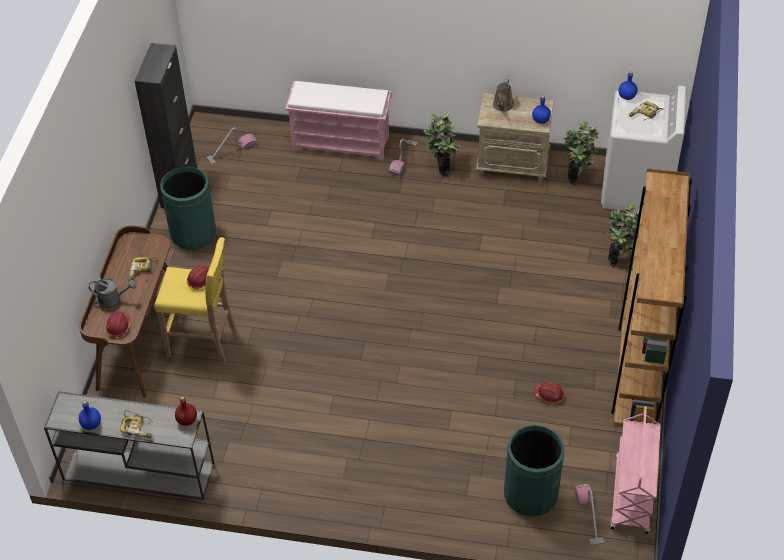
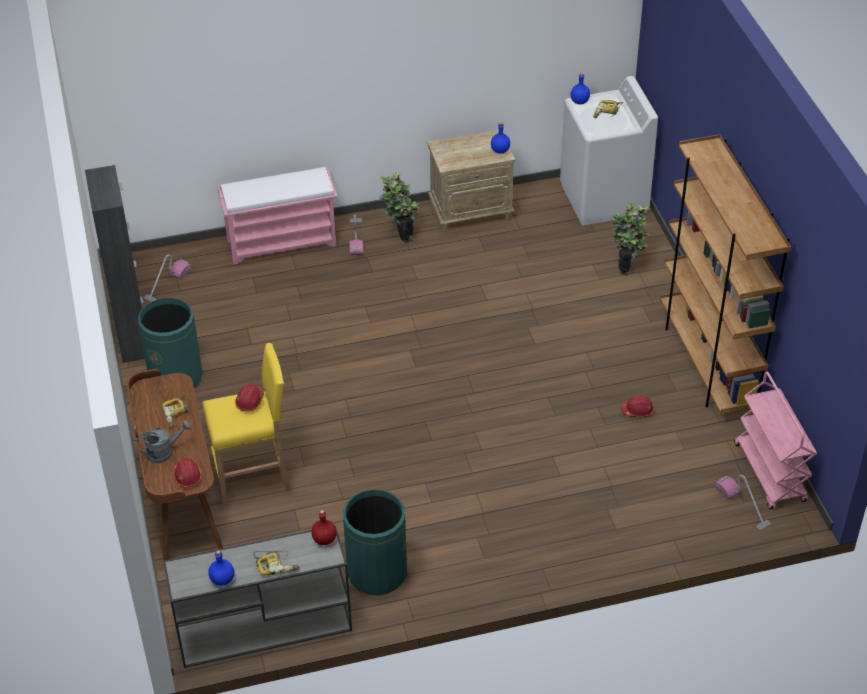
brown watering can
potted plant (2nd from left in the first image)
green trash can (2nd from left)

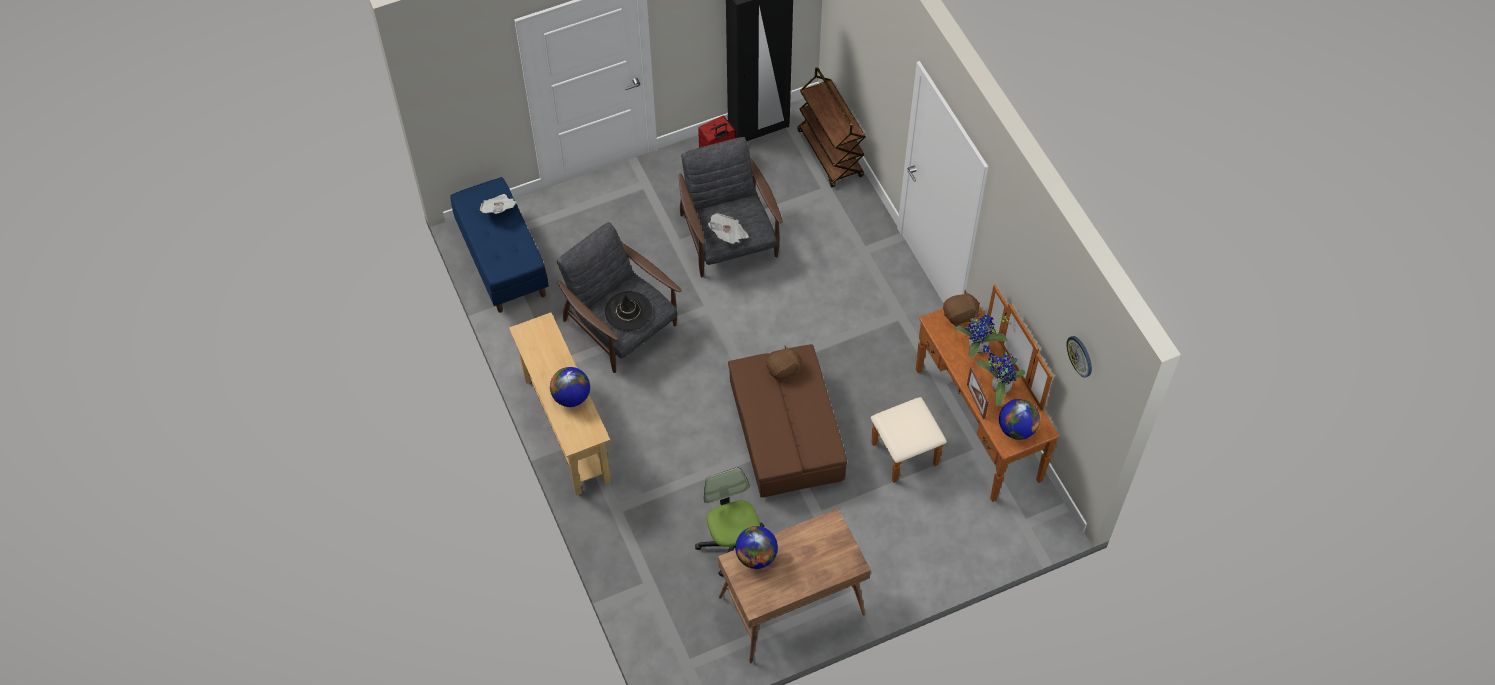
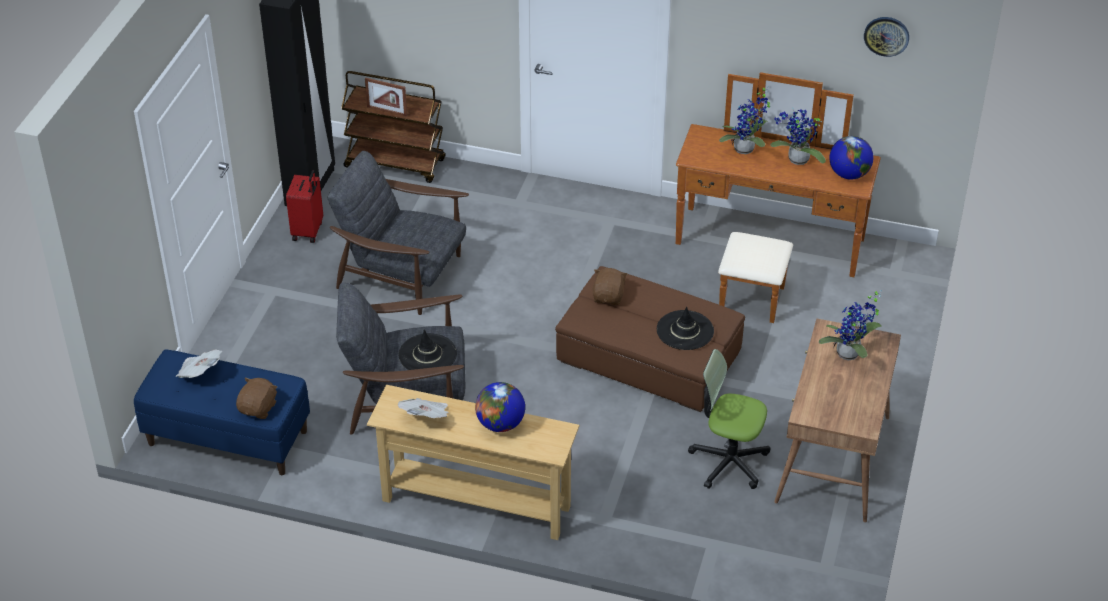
globe (2nd from left in the first image)
black hat (2nd from left)
potted plant (3rd from left)
newspaper (2nd from left)
brown plush toy (1st from left)
picture frame

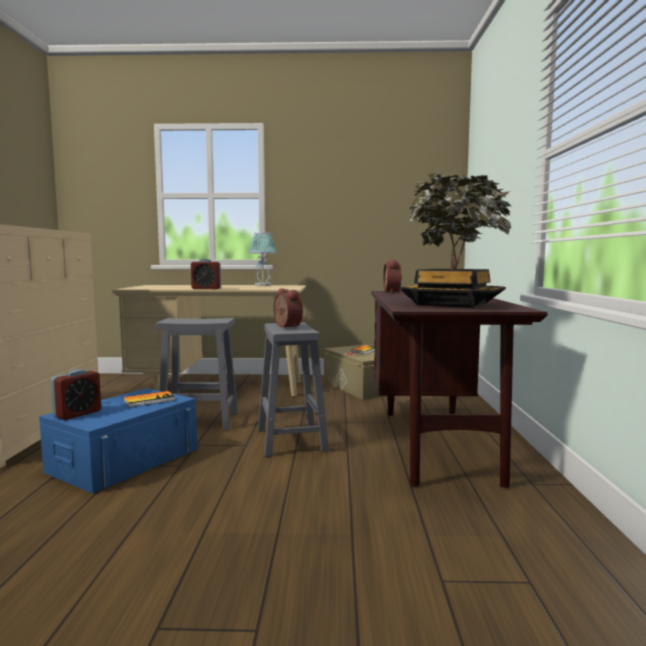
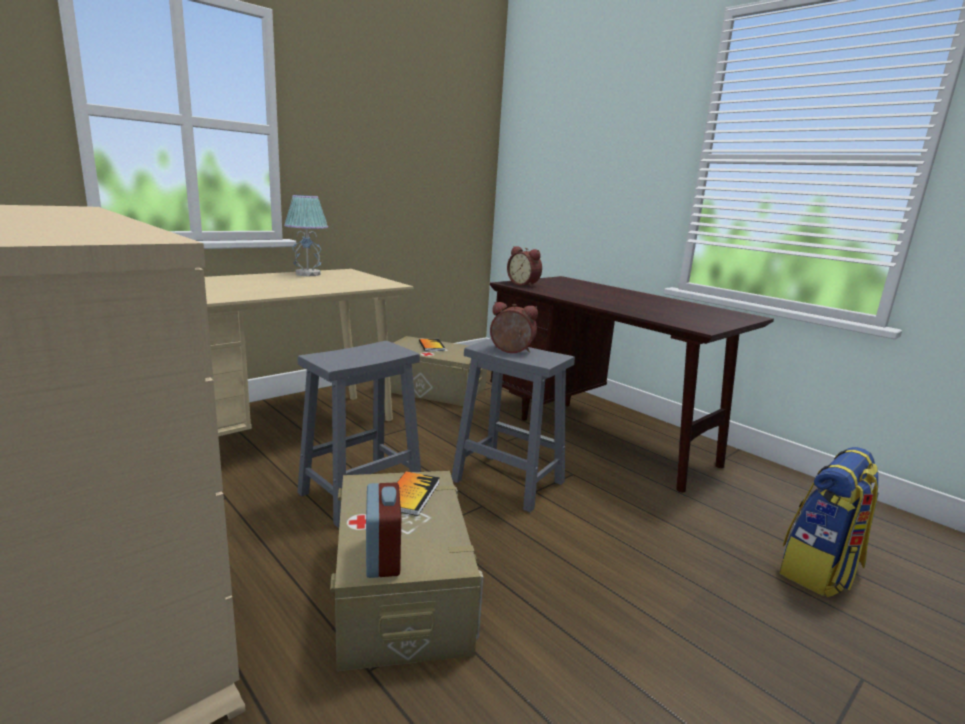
alarm clock (2nd from left in the first image)
potted plant
backpack
beige storage box (1st from left)

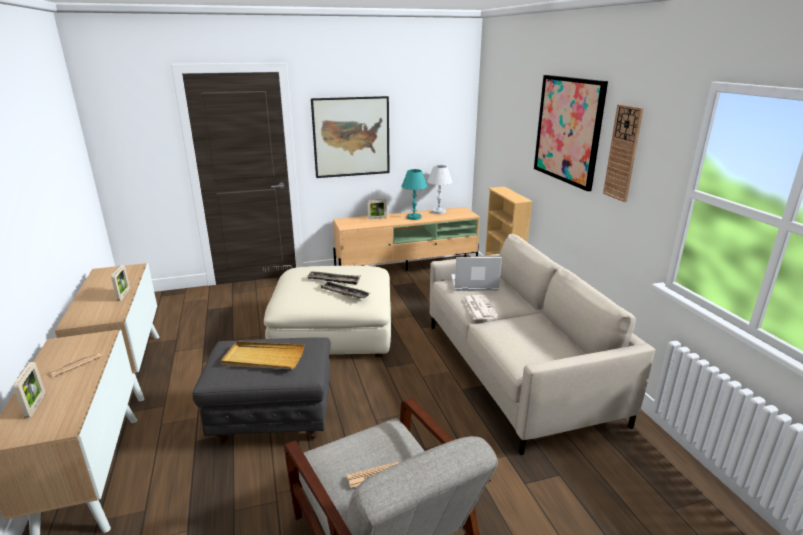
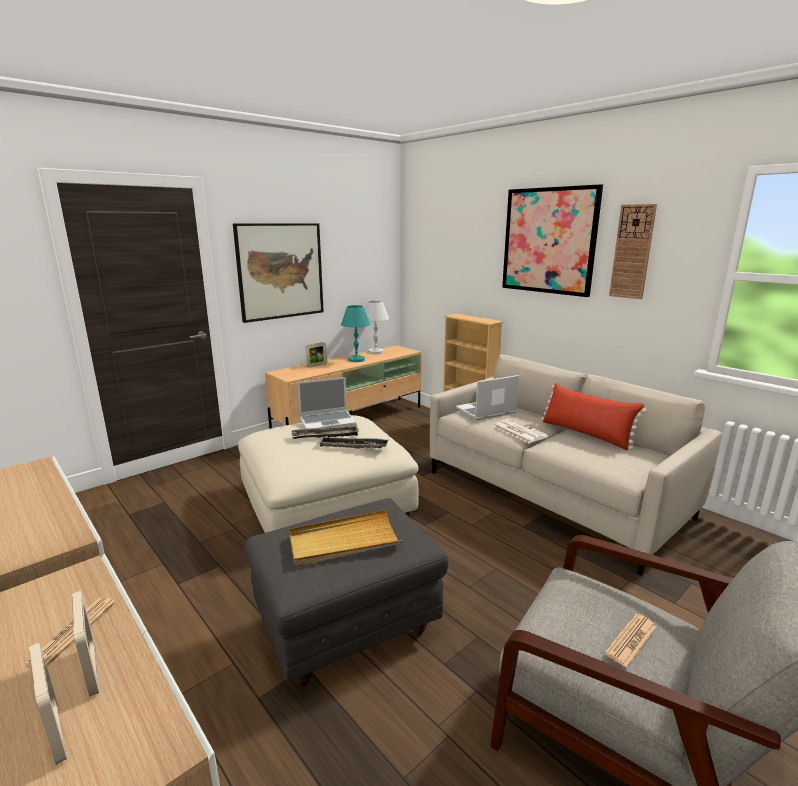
laptop (1st from left)
red pillow
picture frame (2nd from left)

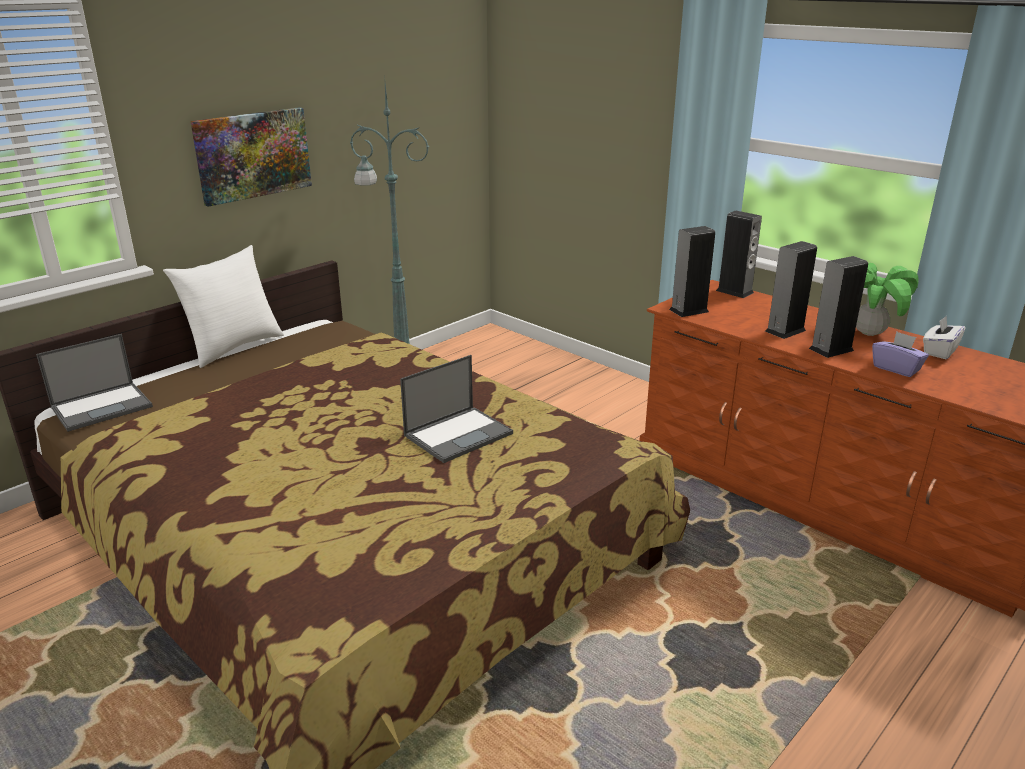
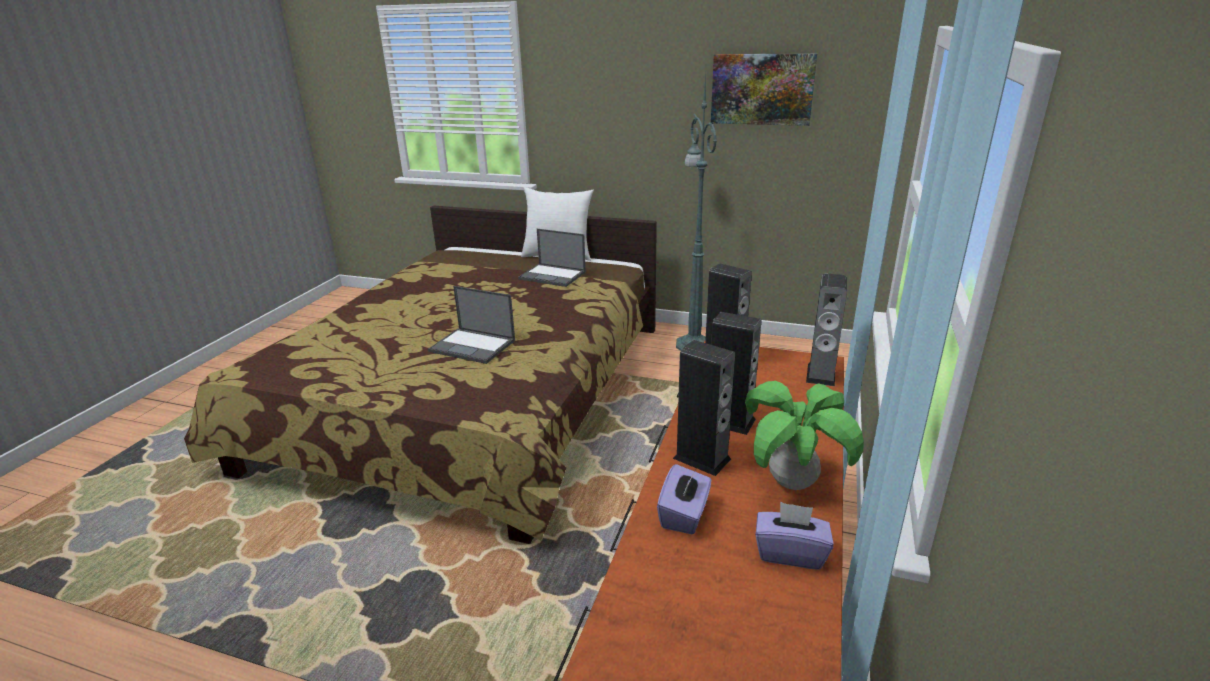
laptop (2nd from left)
picture
purple tissue box (2nd from left)

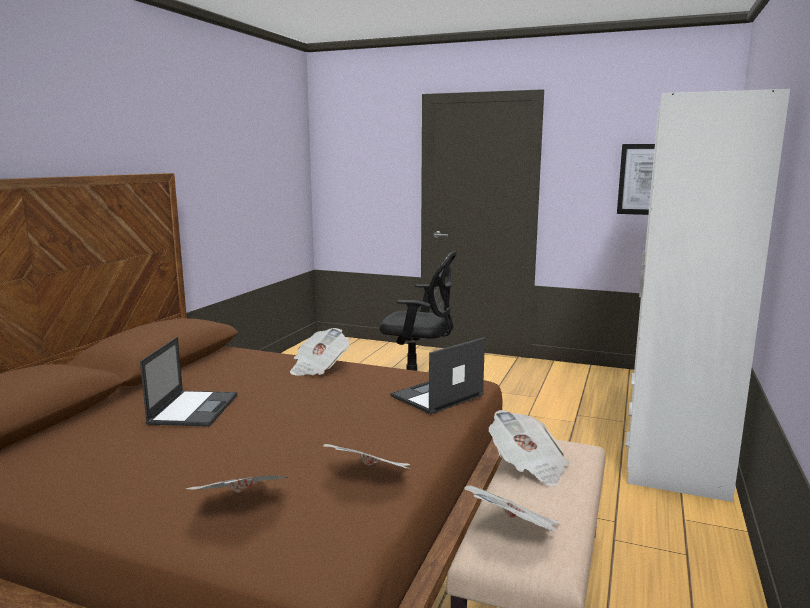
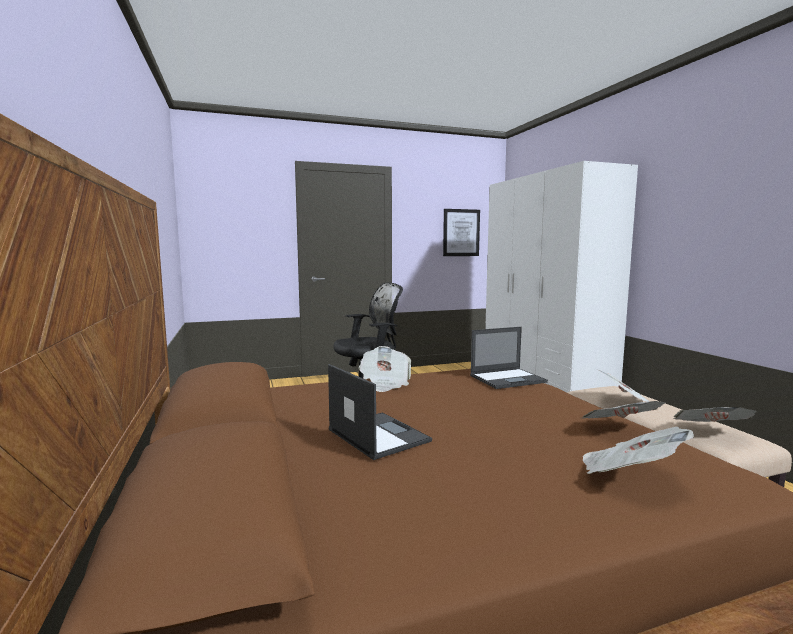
laptop (2nd from left)

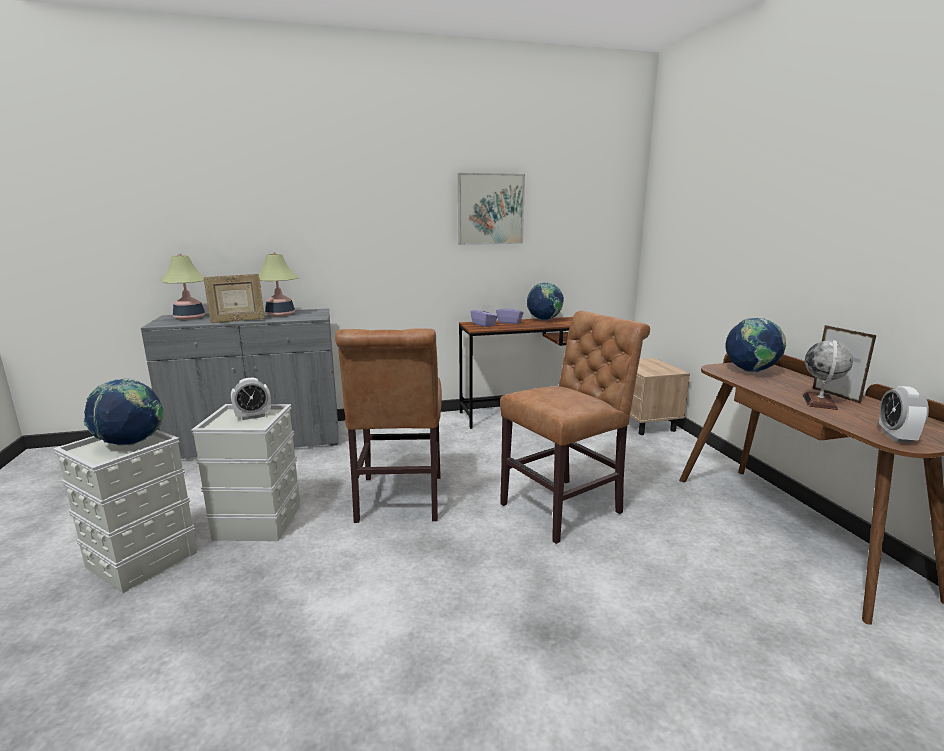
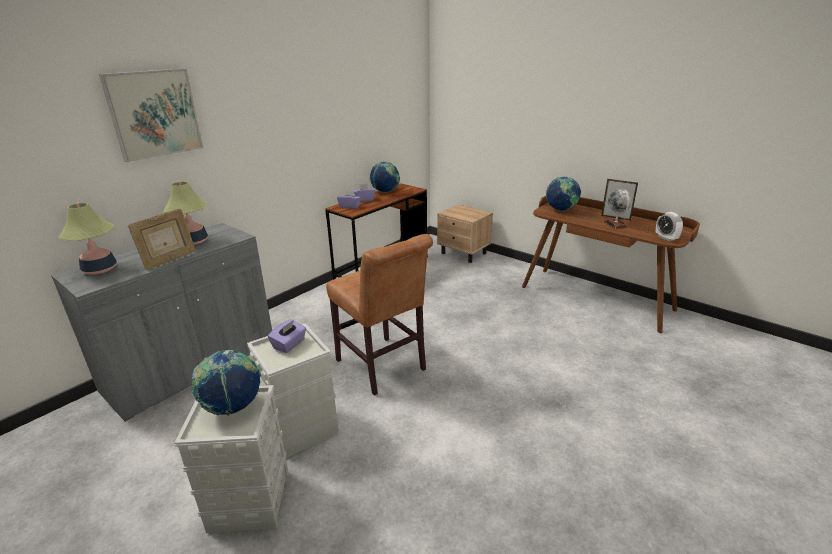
brown chair (2nd from left in the first image)
picture
purple tissue box (1st from left)

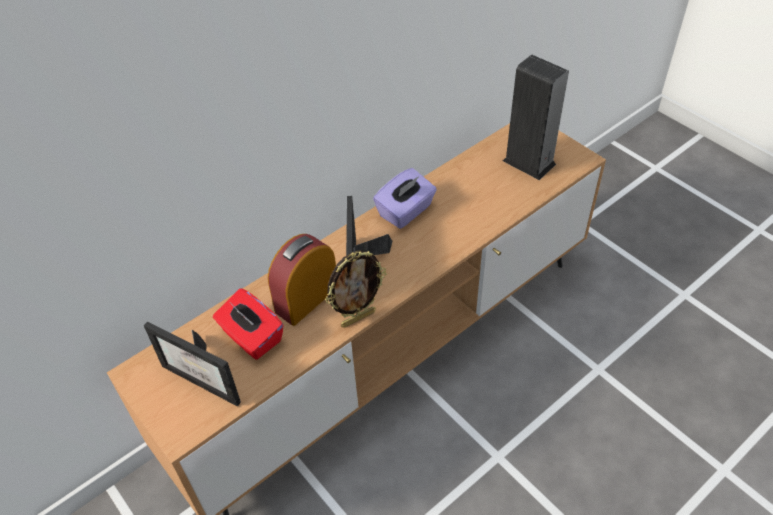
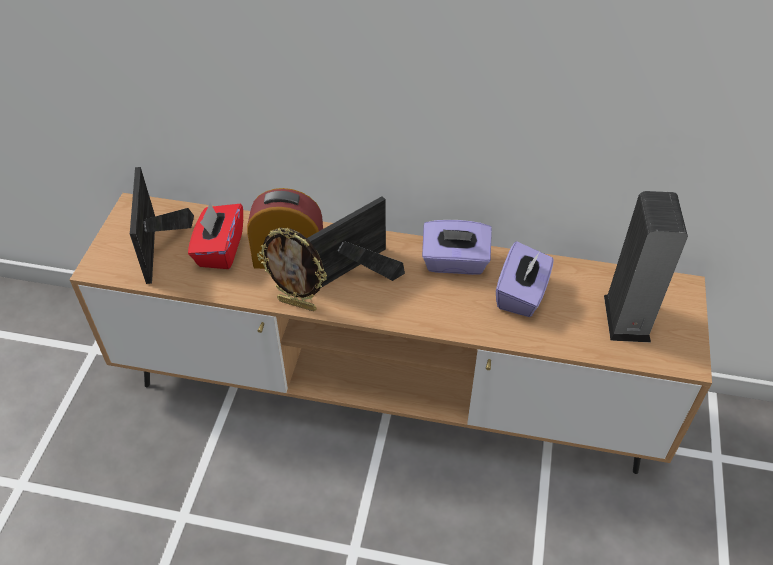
purple tissue box (2nd from left)

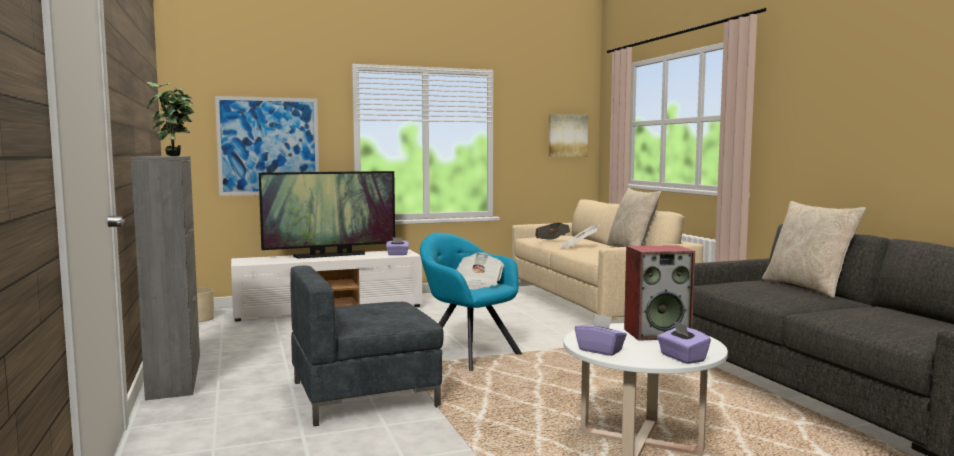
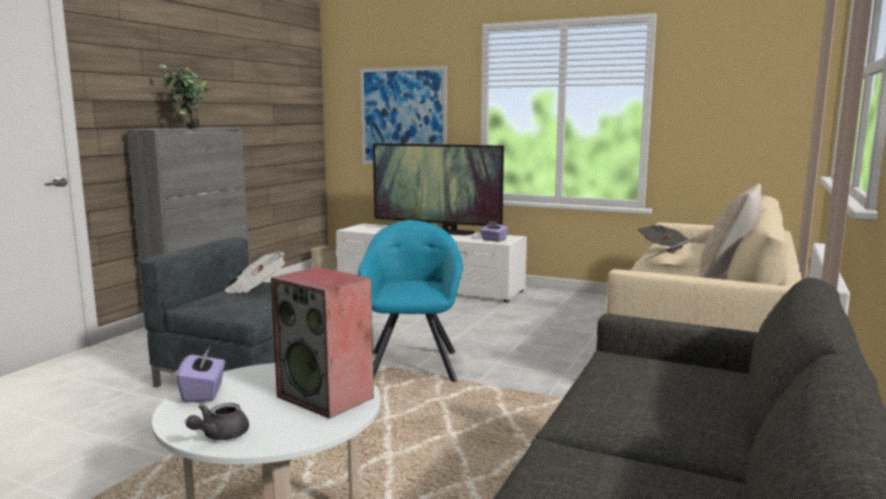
picture (2nd from left in the first image)
beige pillow (2nd from left in the first image)
newspaper (1st from left)
grey teapot

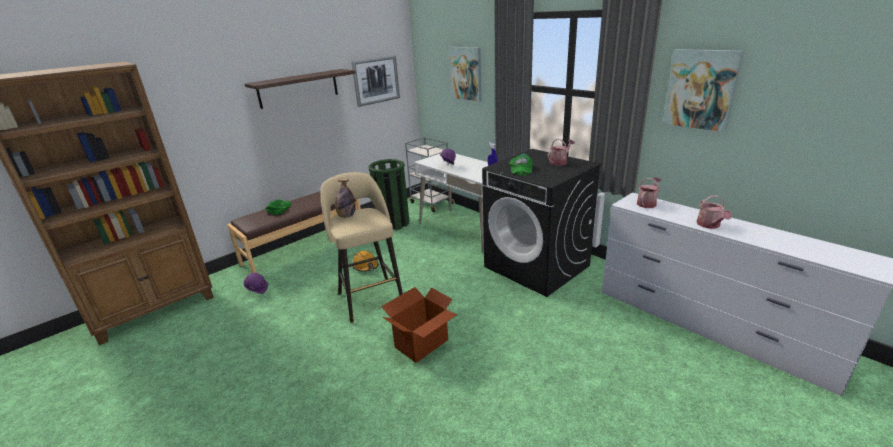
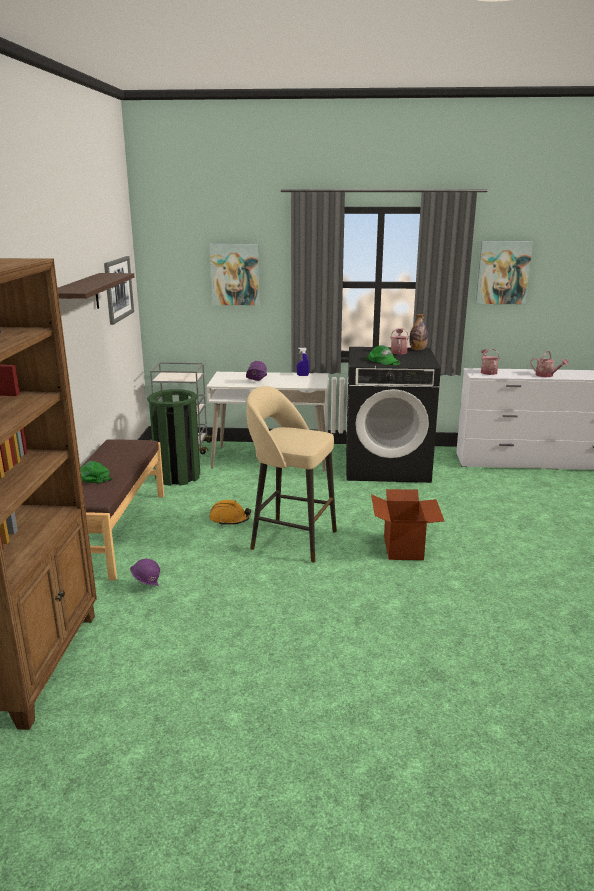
bottle

